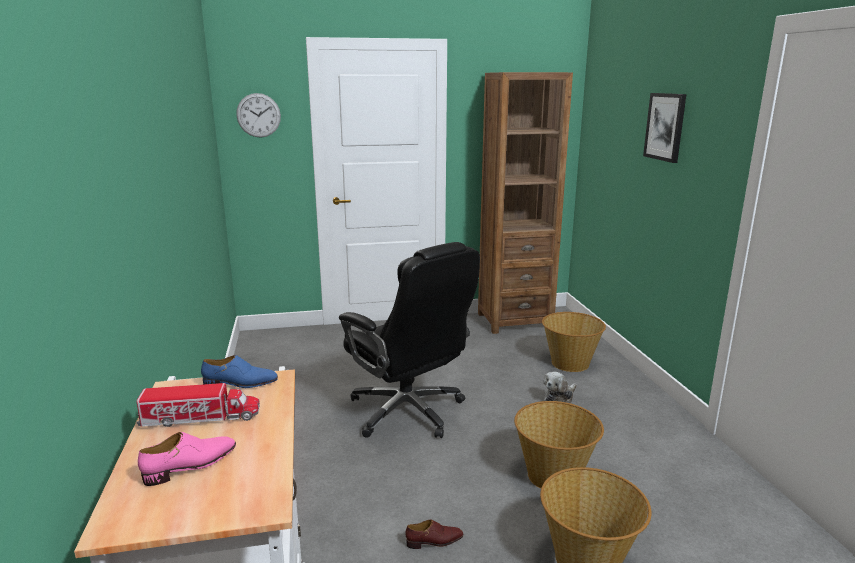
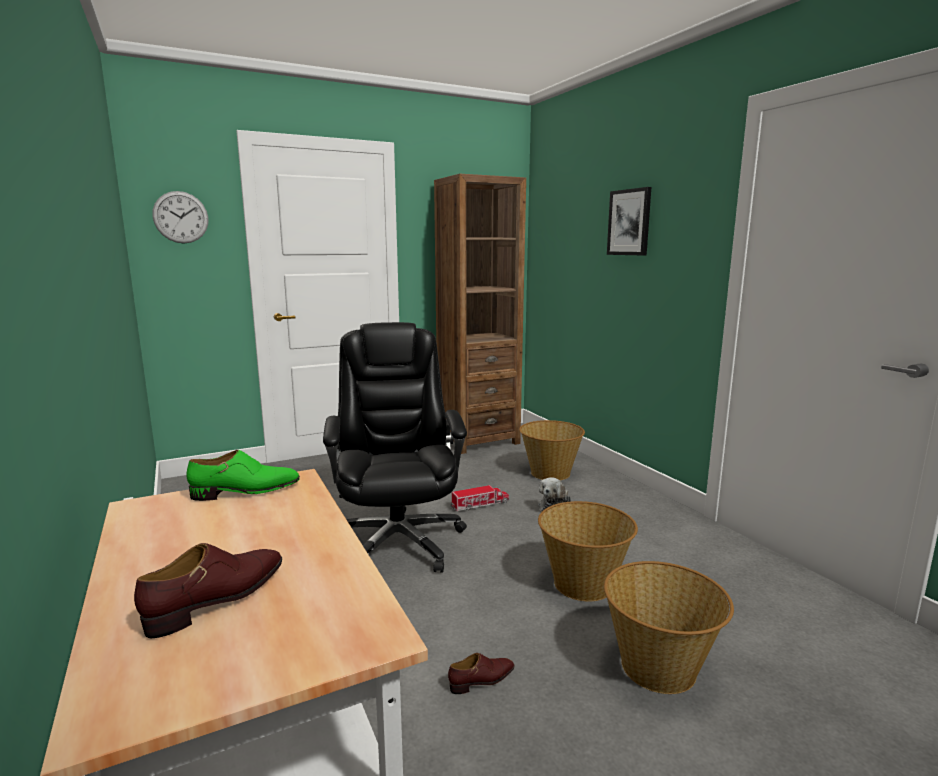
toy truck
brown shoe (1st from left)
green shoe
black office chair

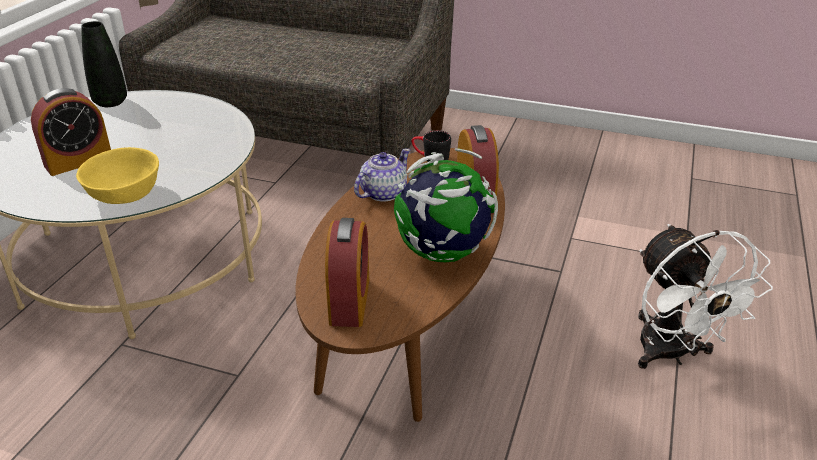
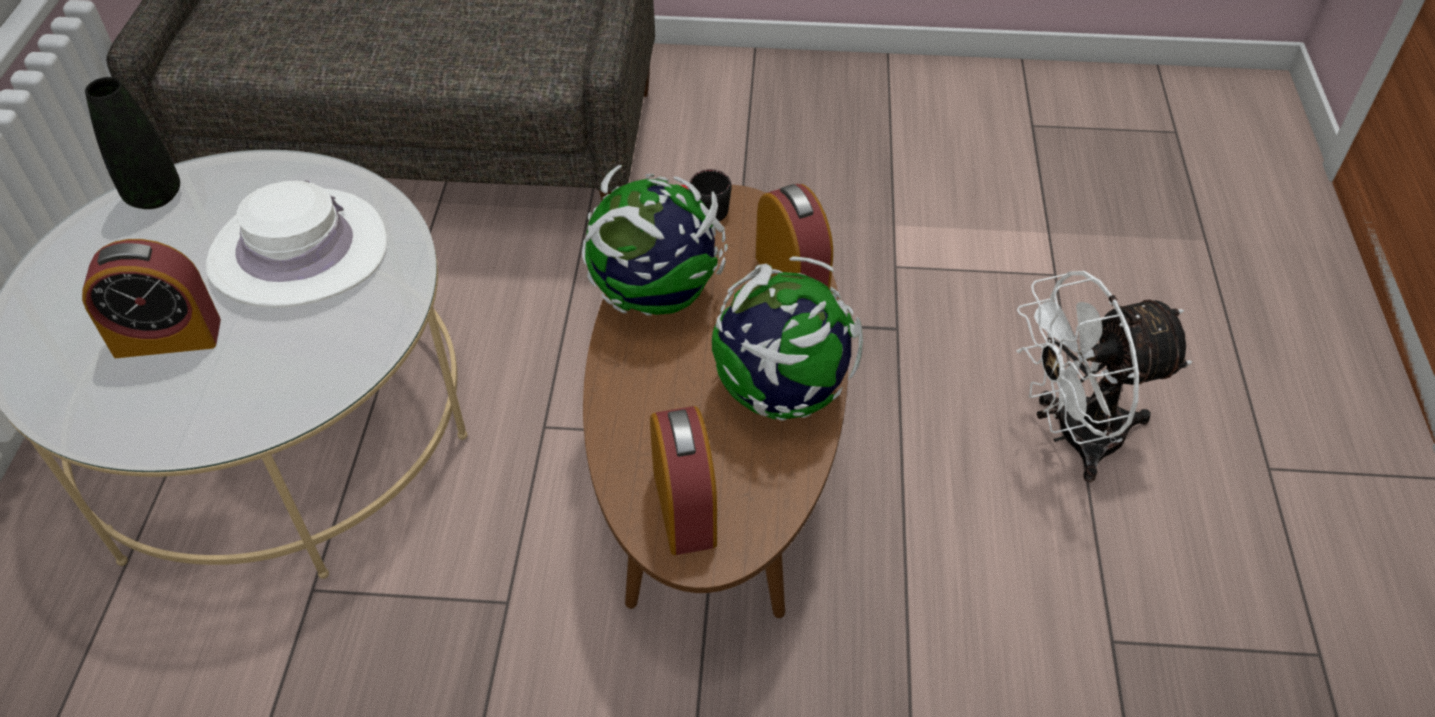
yellow bowl
white hat
globe (1st from left)
alarm clock (1st from left)
white fan

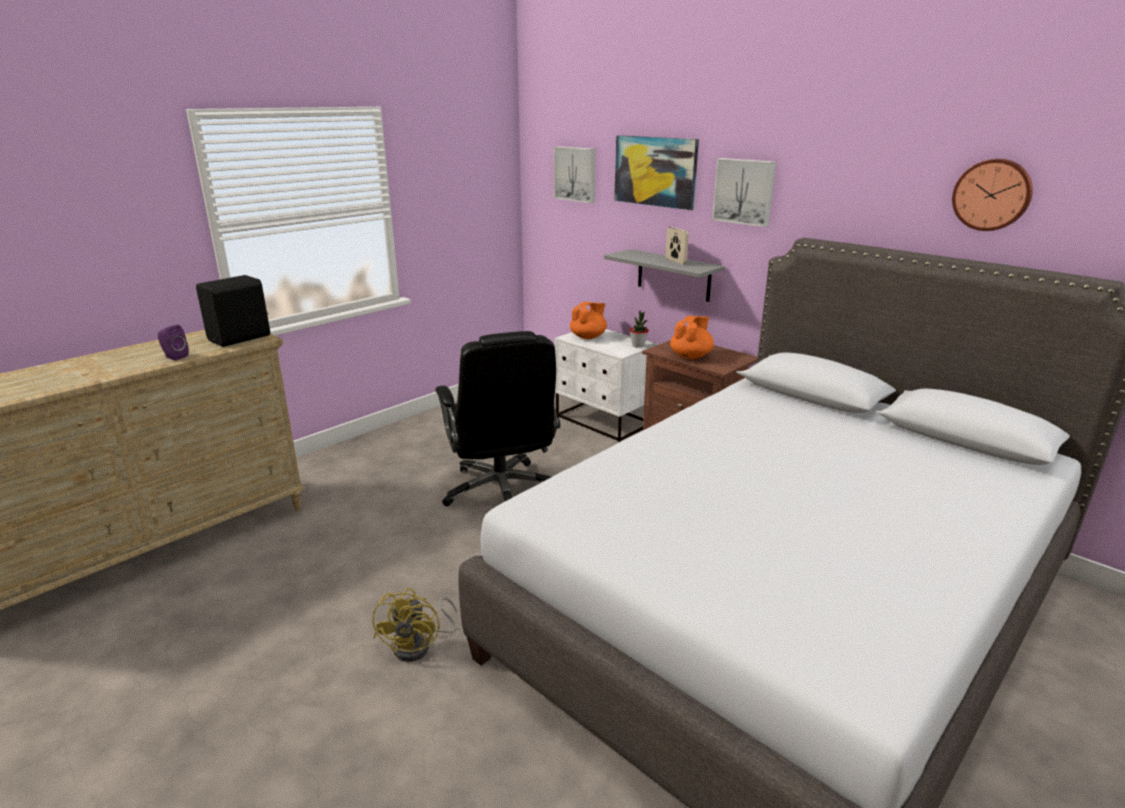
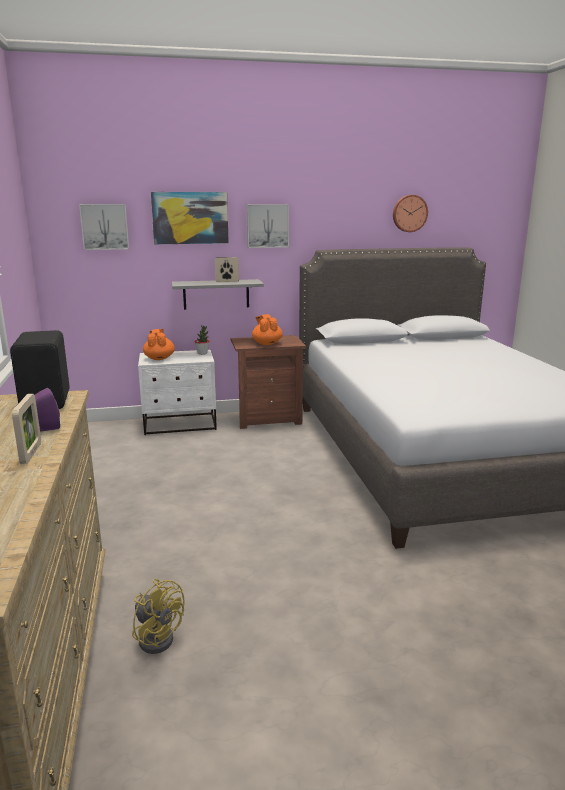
black office chair
picture frame (1st from left)
yellow fan

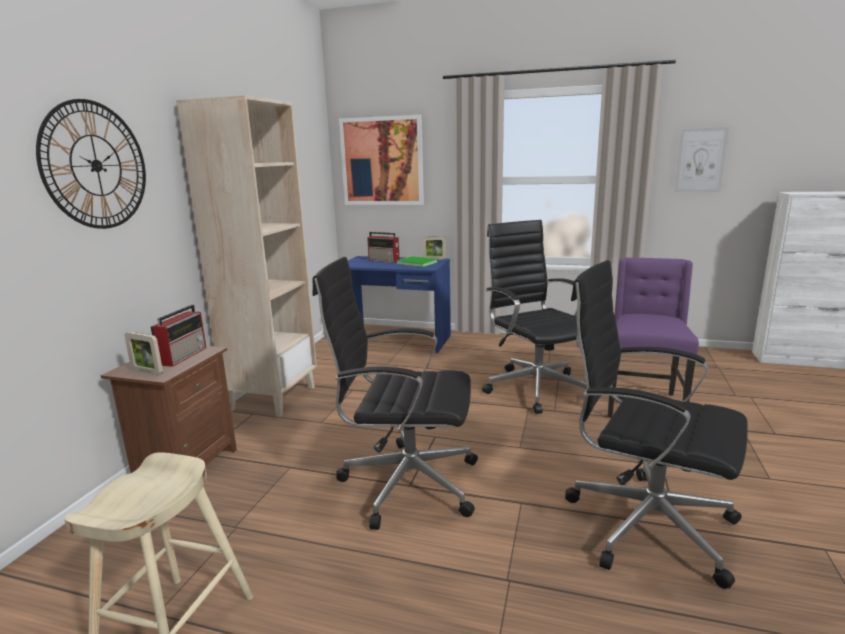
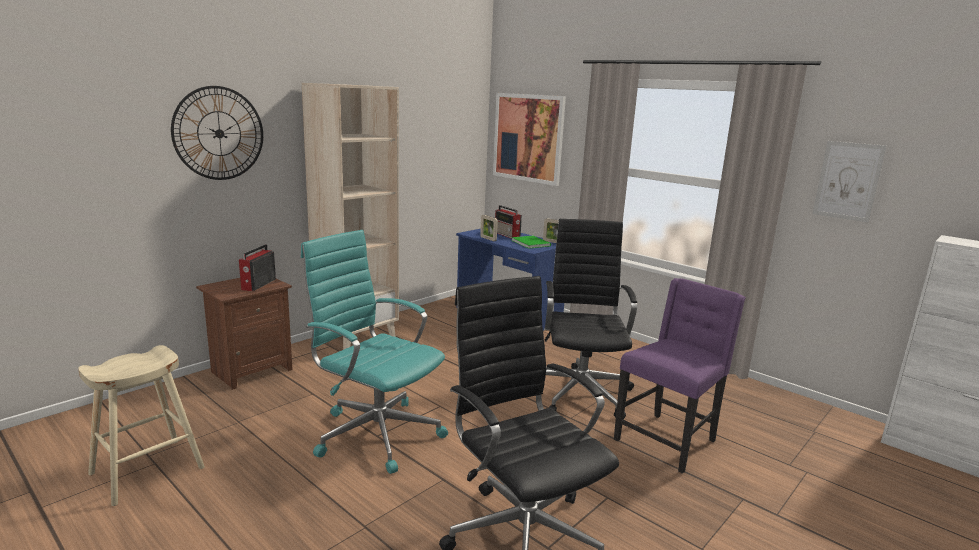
picture frame (1st from left)
turquoise office chair
radio (1st from left)

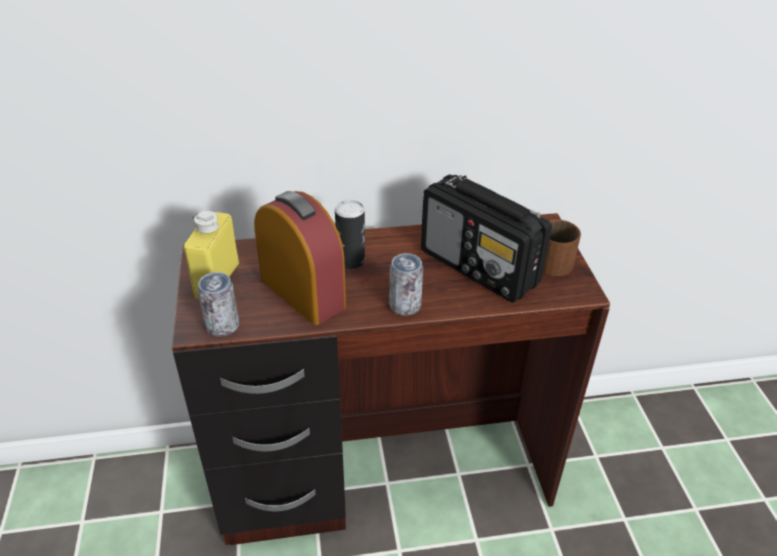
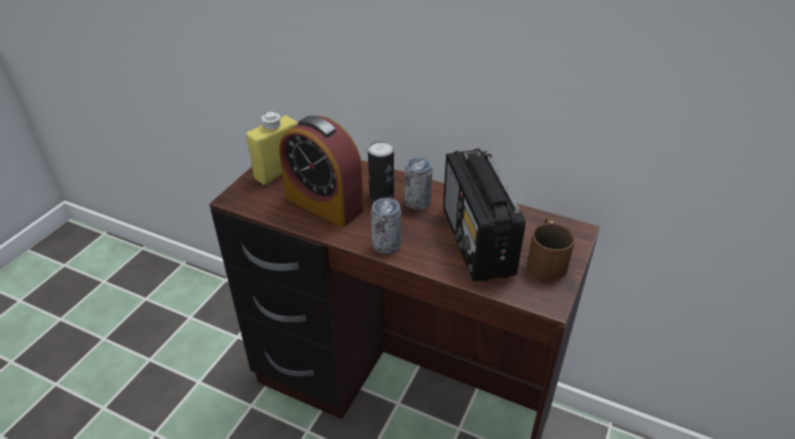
can (3rd from left)
alarm clock

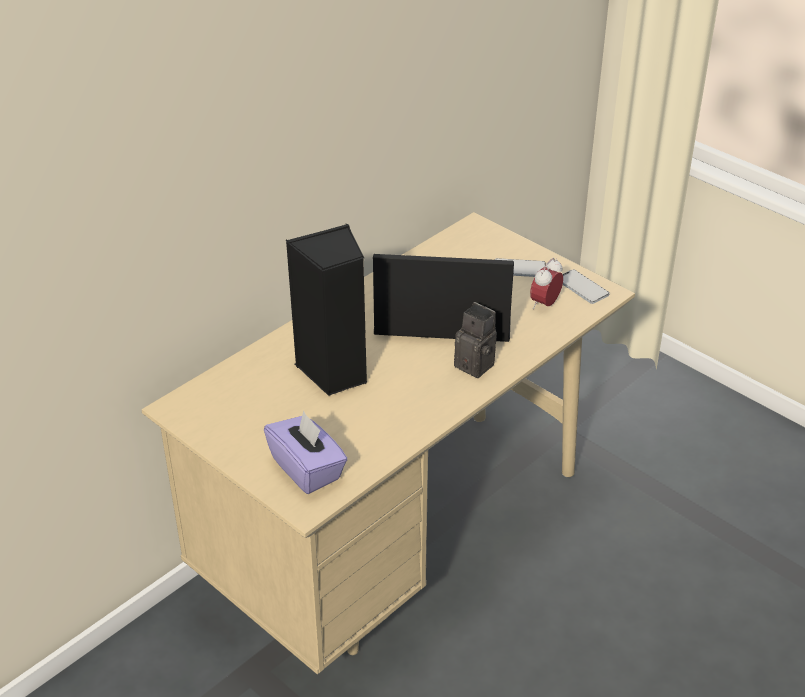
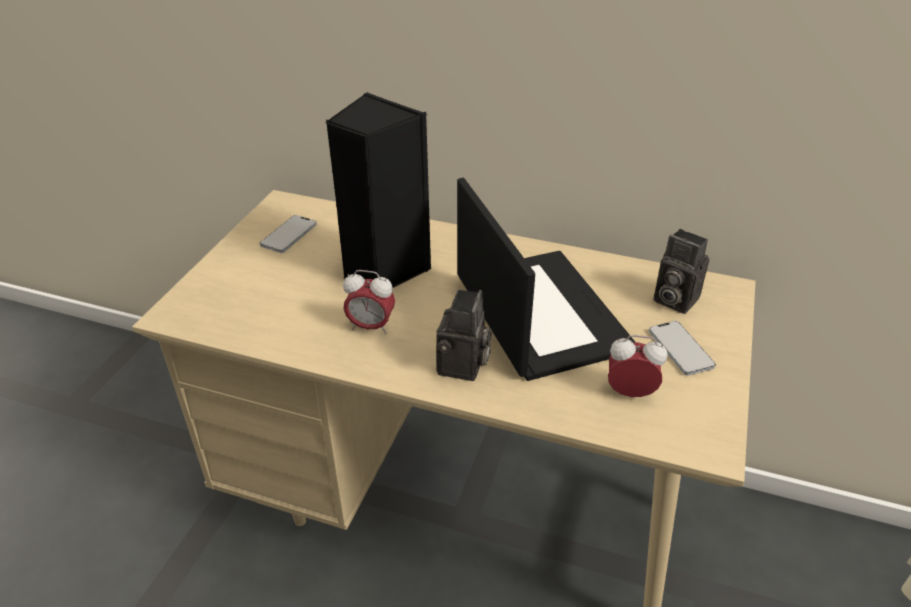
purple tissue box
alarm clock (1st from left)
photo camera (2nd from left)
phone (1st from left)

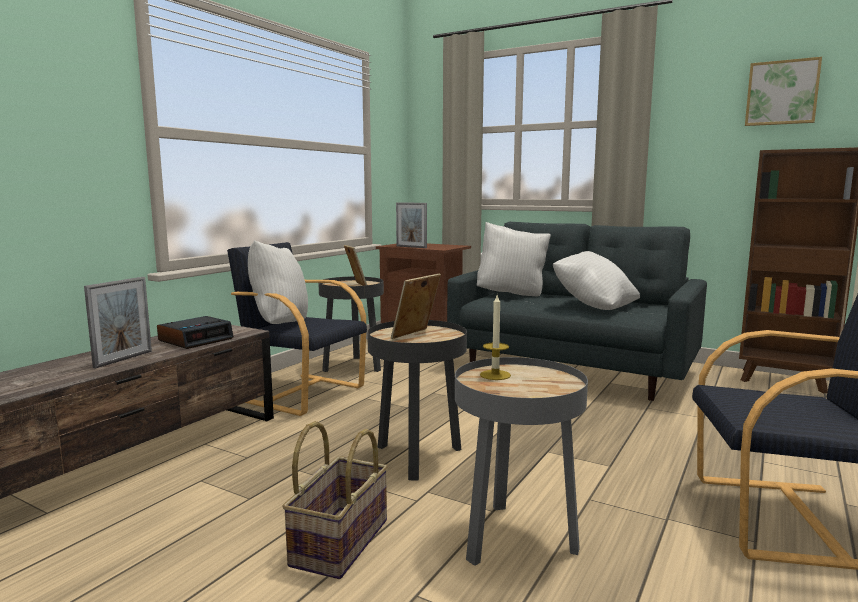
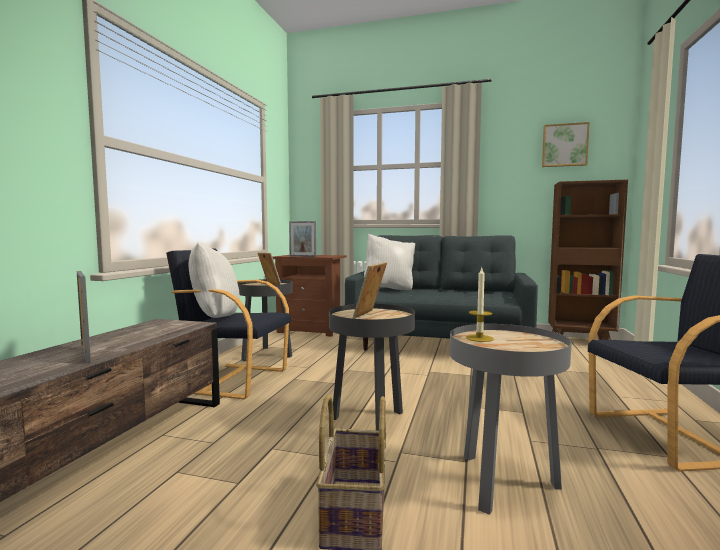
alarm clock
white pillow (3rd from left in the first image)
picture frame (1st from left)

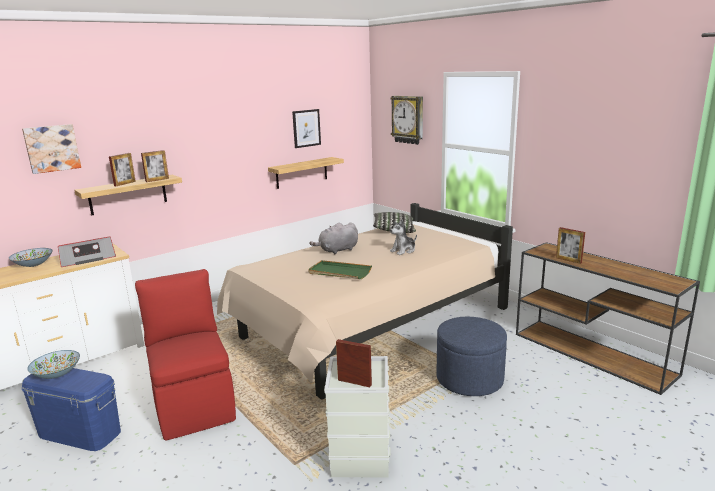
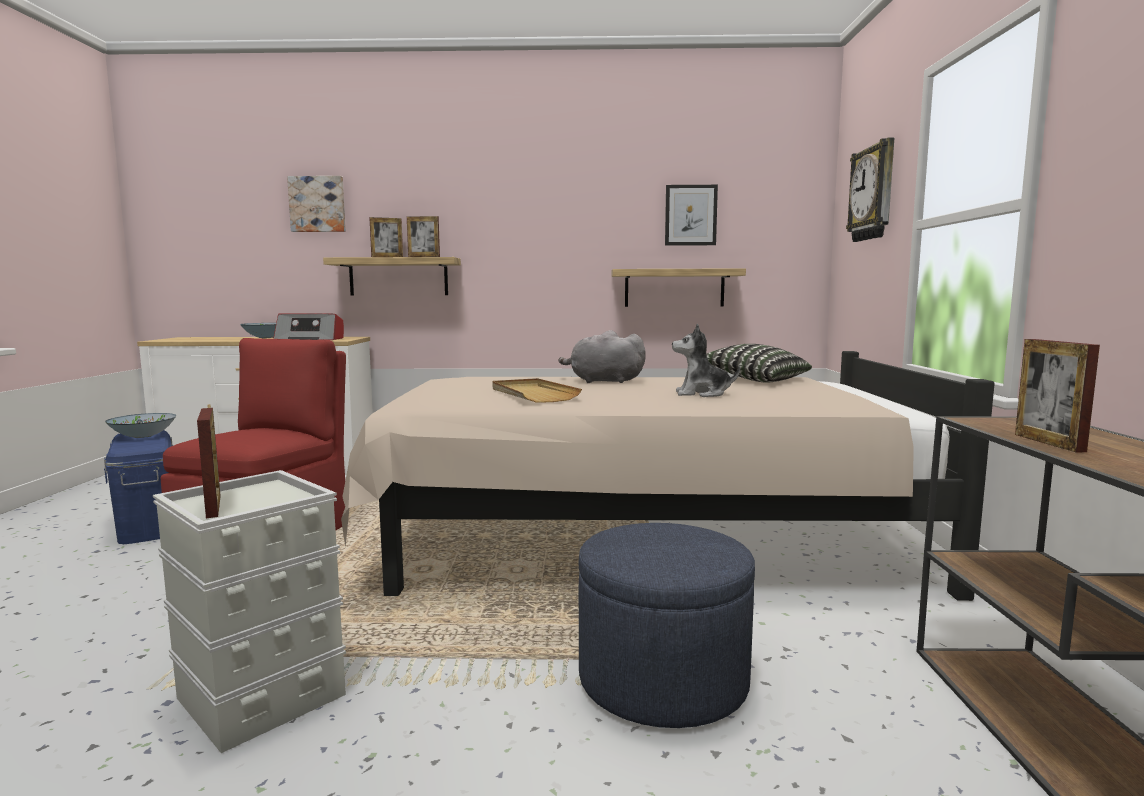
beige tray

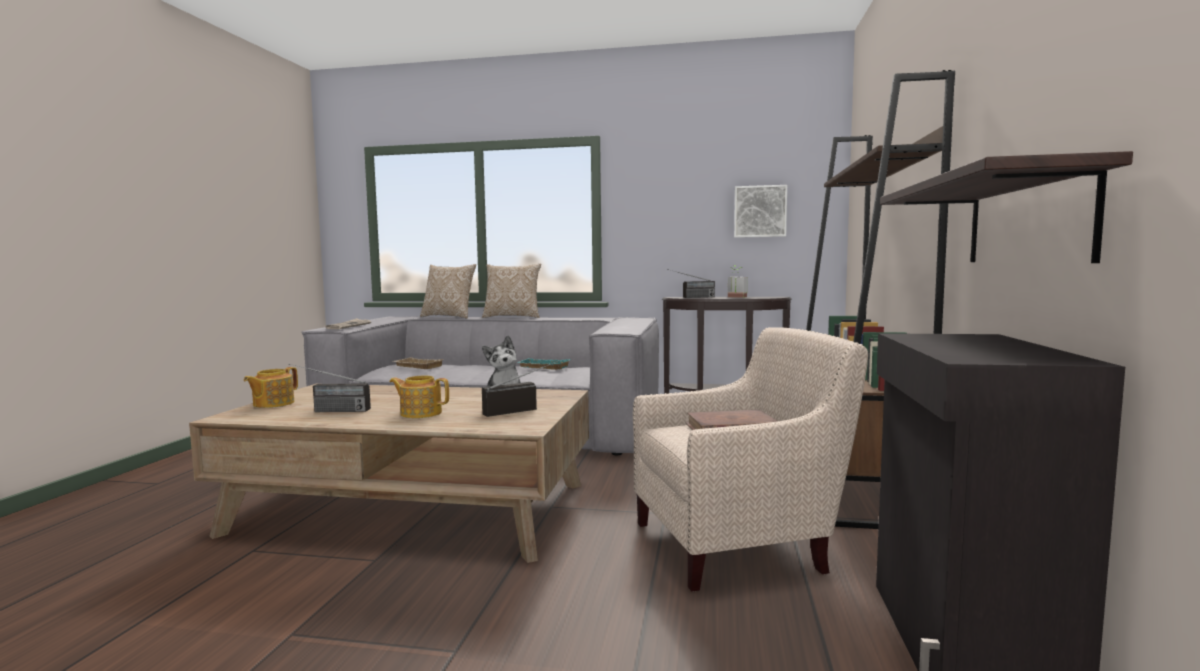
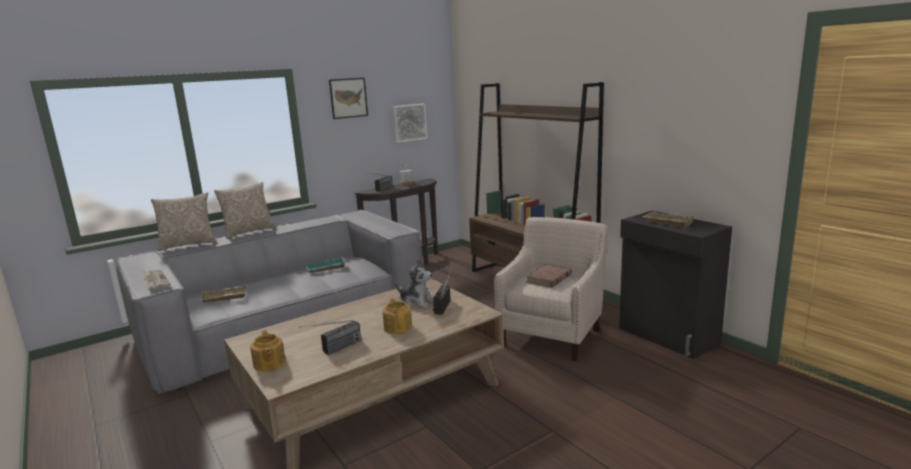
shelf
picture (1st from left)
beige tray (2nd from left)
teapot (2nd from left)

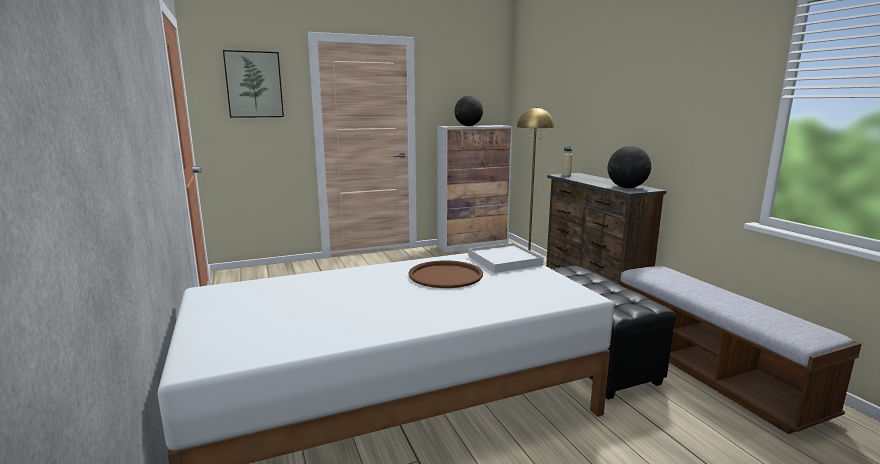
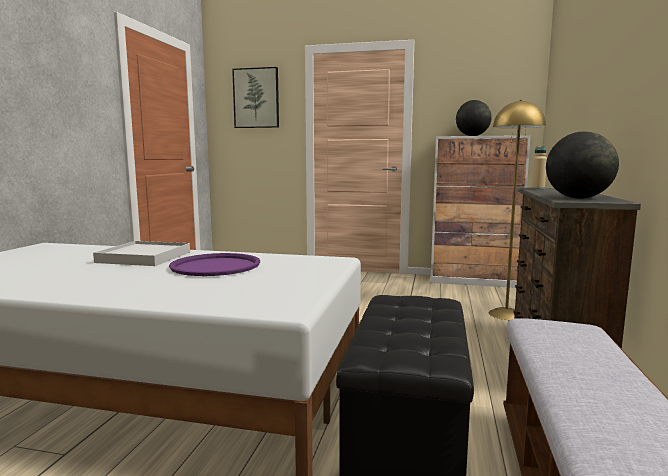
white tray
purple tray

